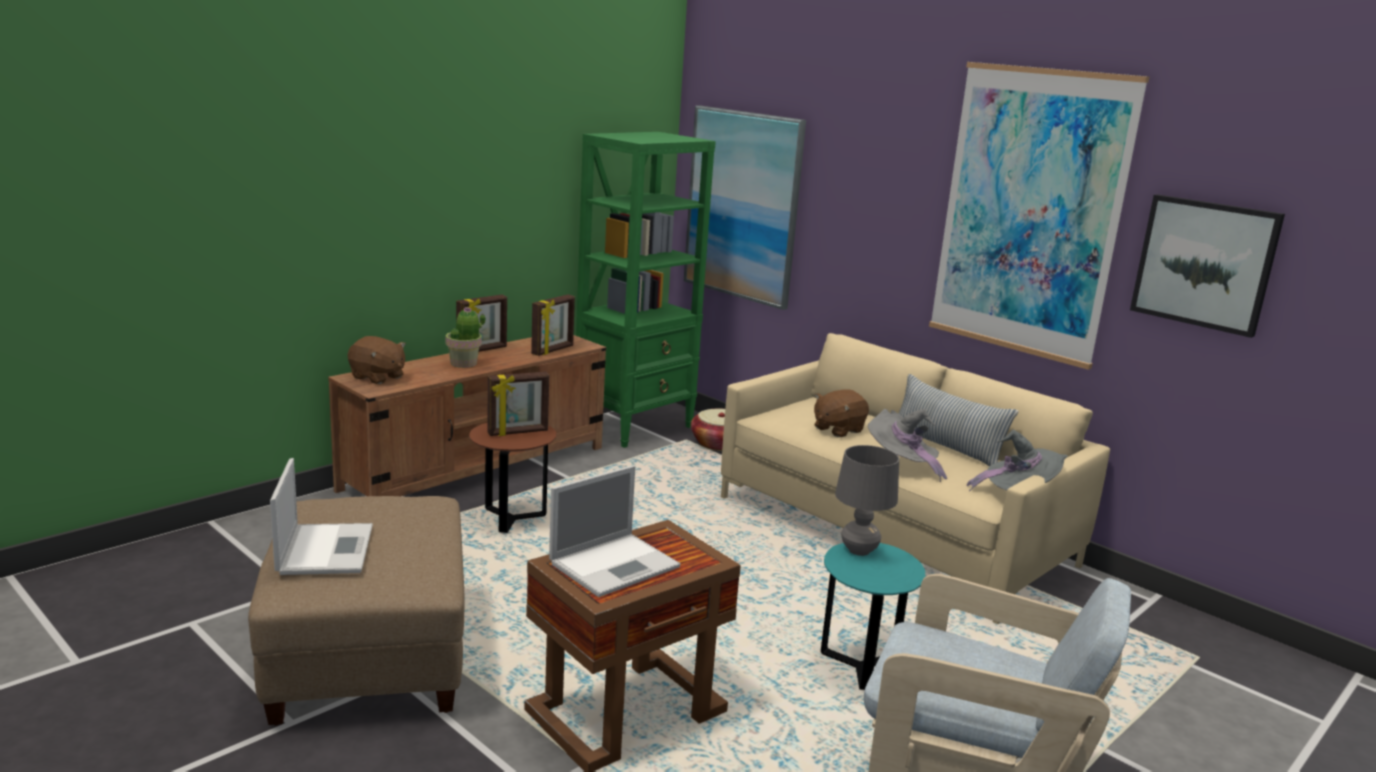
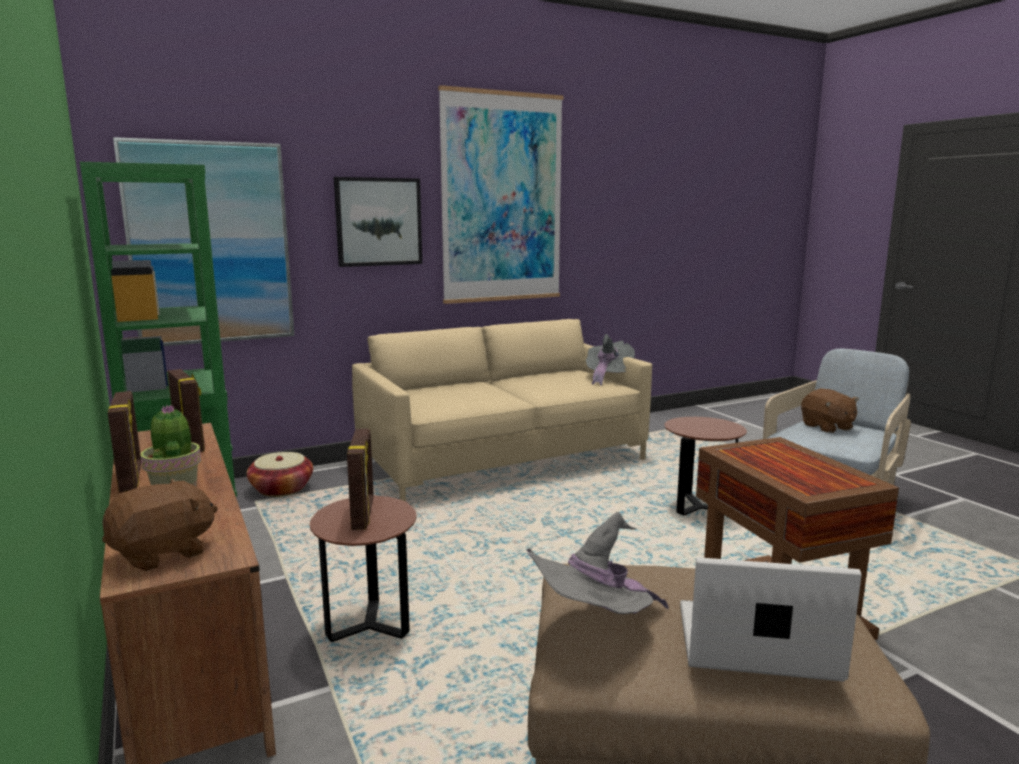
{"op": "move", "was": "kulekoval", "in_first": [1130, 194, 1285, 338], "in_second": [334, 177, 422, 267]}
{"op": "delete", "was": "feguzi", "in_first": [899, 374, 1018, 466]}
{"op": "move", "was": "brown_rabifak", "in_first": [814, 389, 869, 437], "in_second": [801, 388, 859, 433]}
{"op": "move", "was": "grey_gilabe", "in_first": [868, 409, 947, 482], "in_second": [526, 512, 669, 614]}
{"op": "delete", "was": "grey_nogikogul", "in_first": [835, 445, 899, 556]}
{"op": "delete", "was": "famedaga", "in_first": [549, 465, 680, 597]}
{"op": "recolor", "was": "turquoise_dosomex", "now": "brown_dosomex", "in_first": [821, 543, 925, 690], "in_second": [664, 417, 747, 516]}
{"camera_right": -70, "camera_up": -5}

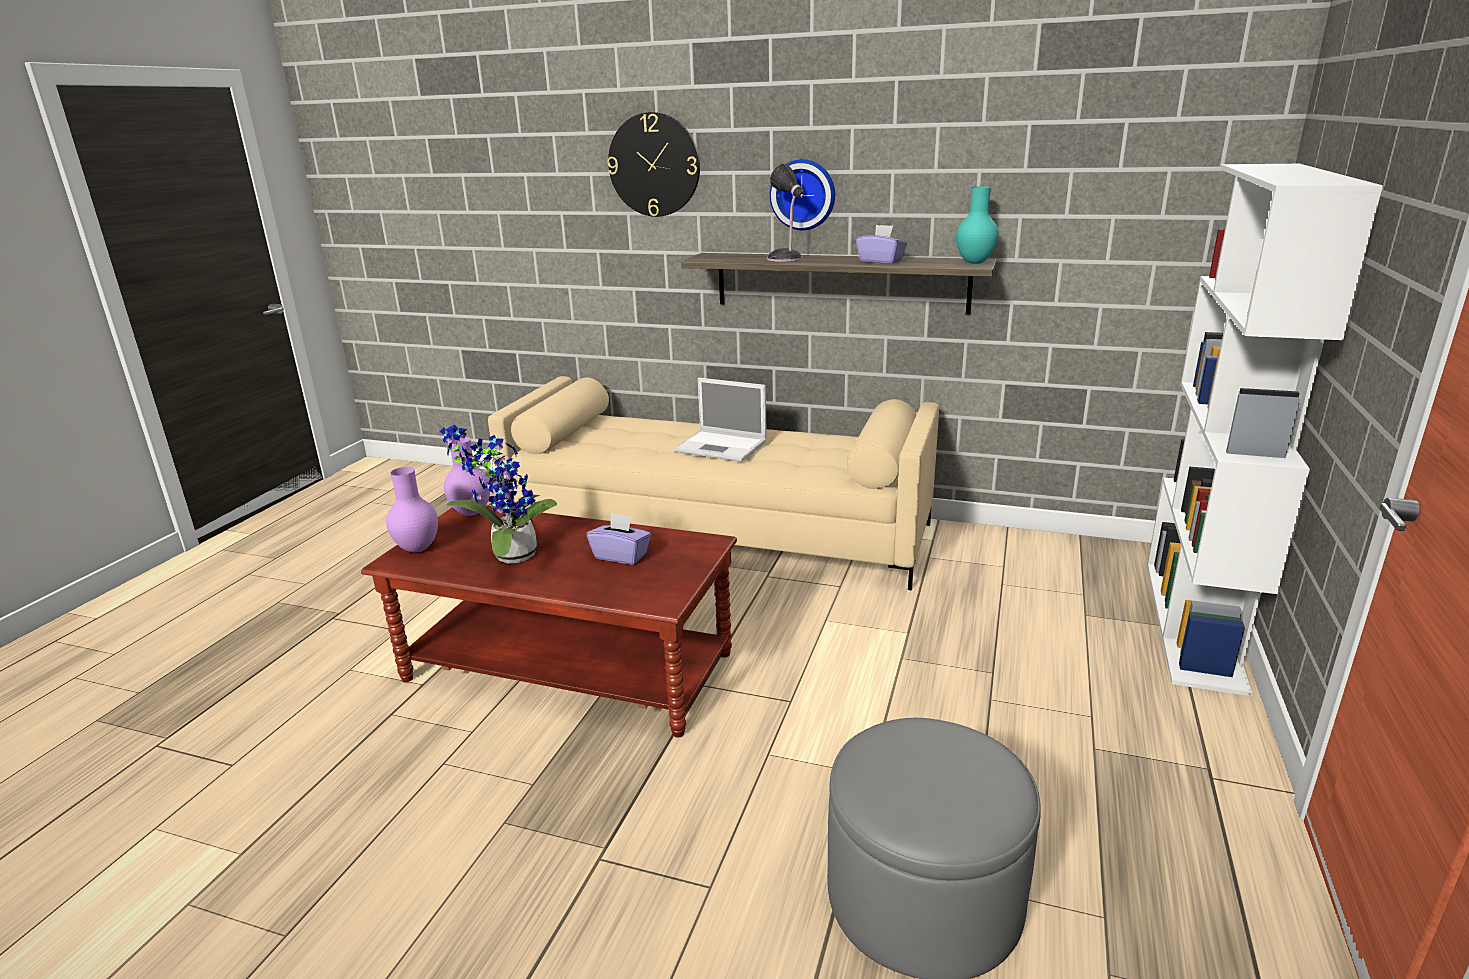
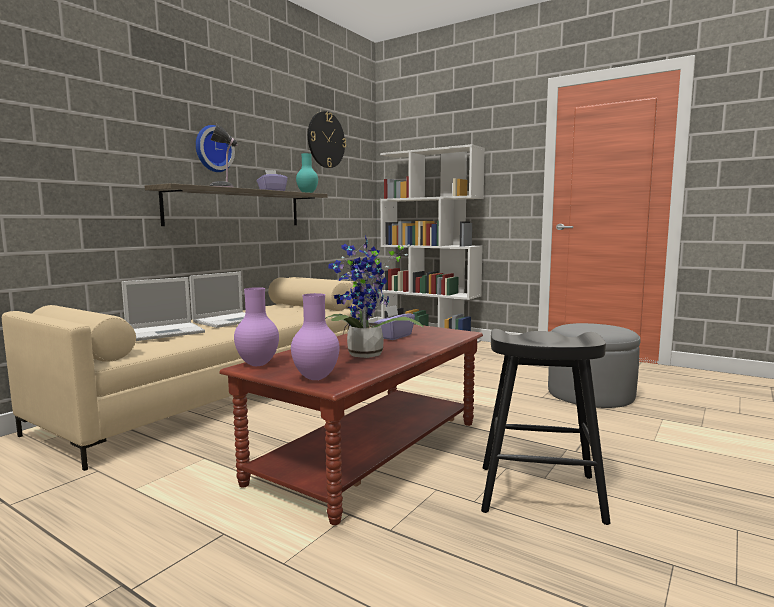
{"op": "move", "was": "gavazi", "in_first": [607, 112, 700, 217], "in_second": [308, 111, 346, 168]}
{"op": "insert", "now": "famedaga", "in_second": [121, 277, 205, 341]}
{"op": "insert", "now": "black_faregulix", "in_second": [481, 329, 611, 525]}
{"camera_right": -75, "camera_up": -15}

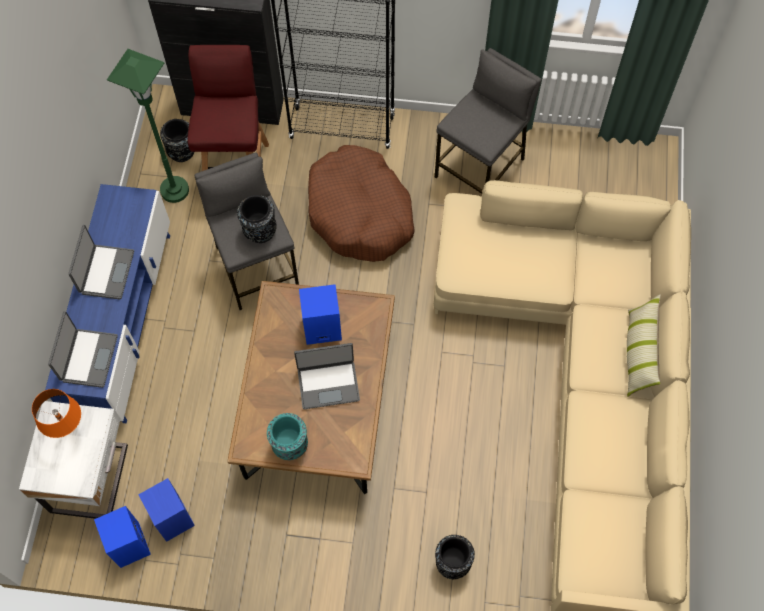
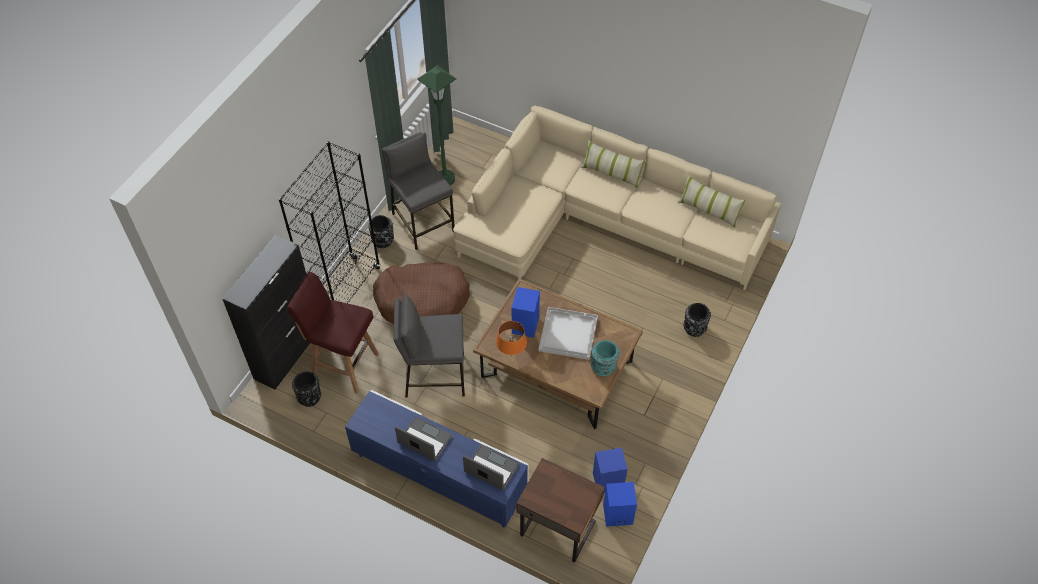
{"op": "move", "was": "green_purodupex", "in_first": [107, 49, 189, 203], "in_second": [417, 65, 456, 185]}
{"op": "move", "was": "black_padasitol", "in_first": [237, 195, 277, 243], "in_second": [369, 215, 394, 248]}
{"op": "replace", "was": "famedaga", "now": "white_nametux", "in_first": [294, 343, 360, 409], "in_second": [539, 307, 598, 360]}
{"op": "move", "was": "orange_nogikogul", "in_first": [32, 389, 81, 438], "in_second": [496, 321, 527, 357]}
{"op": "recolor", "was": "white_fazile", "now": "brown_fazile", "in_first": [19, 401, 128, 519], "in_second": [516, 458, 605, 562]}
{"op": "insert", "now": "feguzi", "in_second": [678, 175, 746, 228]}
{"camera_right": -70, "camera_up": -10}

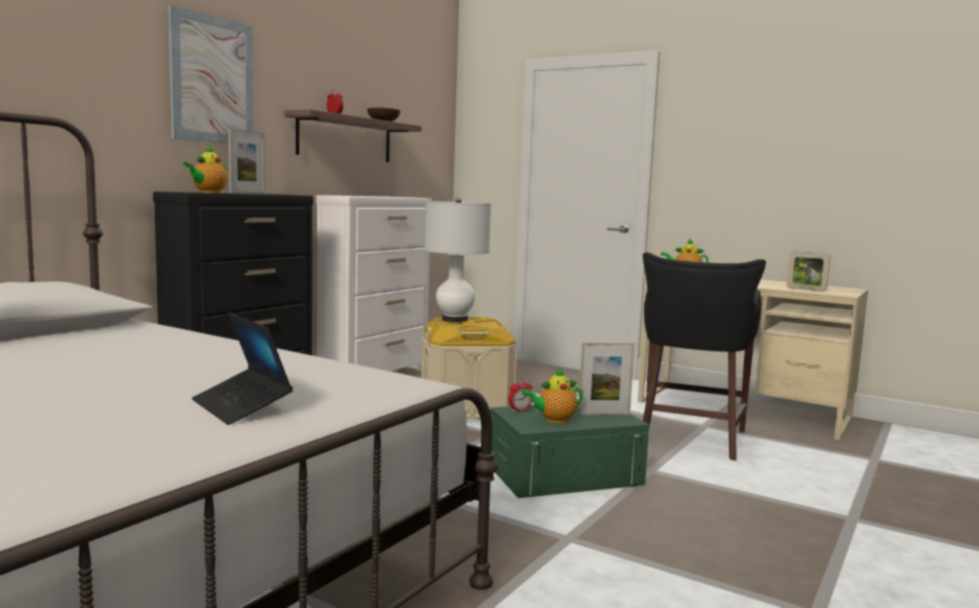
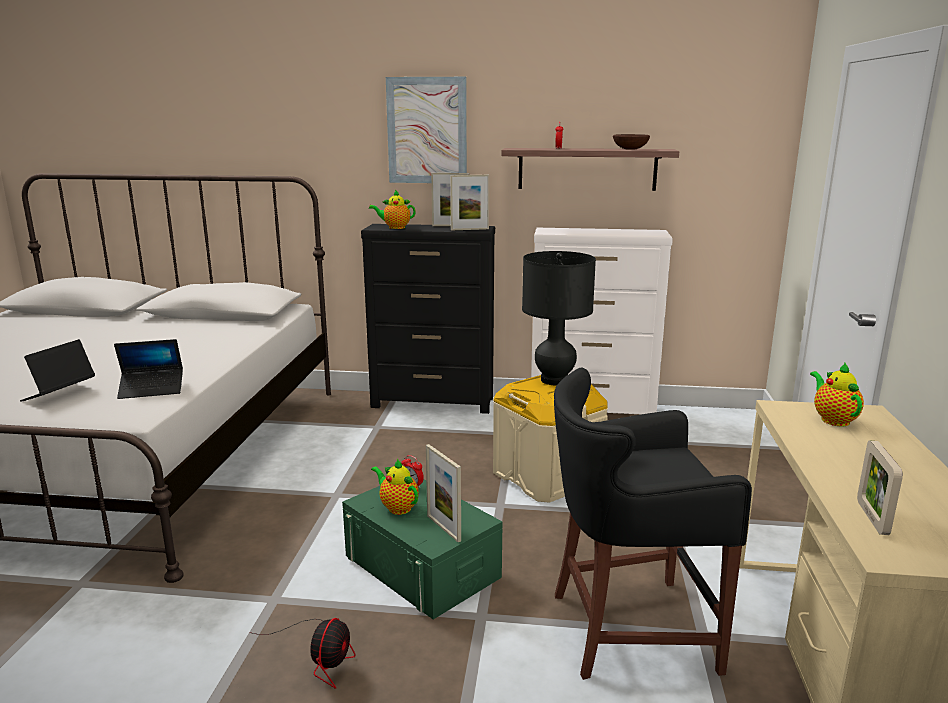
{"op": "recolor", "was": "white_nogikogul", "now": "black_nogikogul", "in_first": [424, 197, 491, 322], "in_second": [522, 251, 596, 385]}
{"op": "insert", "now": "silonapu", "in_second": [450, 175, 489, 230]}
{"op": "insert", "now": "famedaga", "in_second": [114, 339, 183, 399]}
{"op": "insert", "now": "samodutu", "in_second": [249, 618, 355, 689]}
{"camera_right": 65, "camera_up": 10}

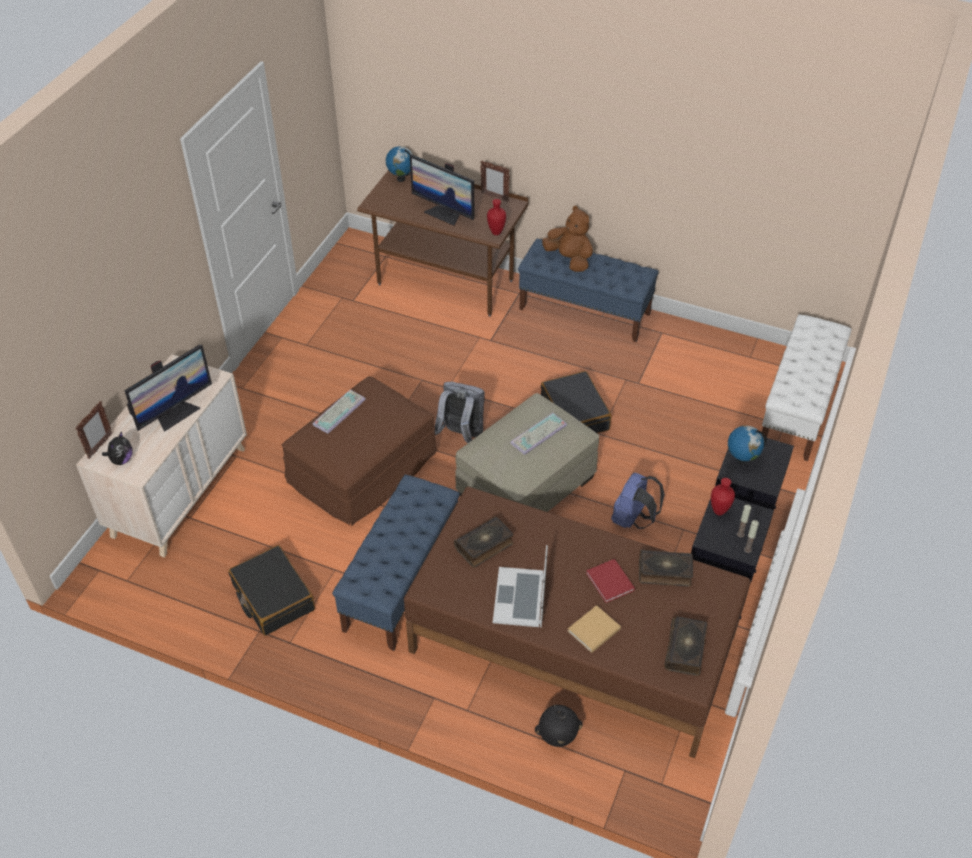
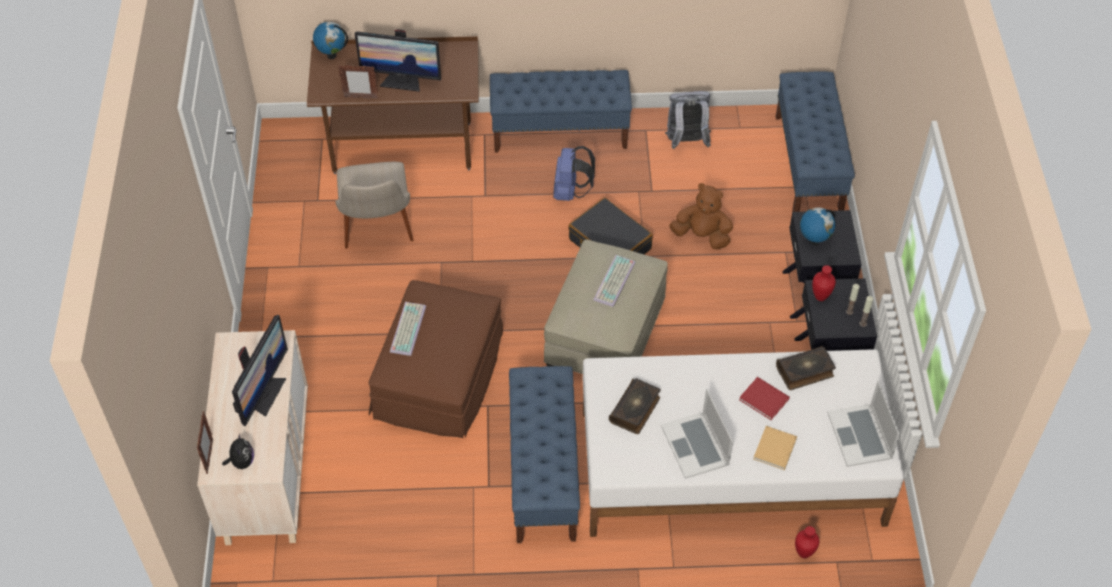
{"op": "move", "was": "silonapu", "in_first": [480, 161, 510, 202], "in_second": [338, 65, 379, 99]}
{"op": "move", "was": "red_padasitol", "in_first": [487, 199, 506, 235], "in_second": [795, 526, 819, 558]}
{"op": "move", "was": "brown_rabifak", "in_first": [542, 206, 593, 272], "in_second": [669, 183, 733, 249]}
{"op": "recolor", "was": "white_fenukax", "now": "blue_fenukax", "in_first": [762, 315, 851, 461], "in_second": [776, 72, 855, 212]}
{"op": "move", "was": "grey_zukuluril", "in_first": [435, 382, 485, 443], "in_second": [665, 91, 711, 149]}
{"op": "move", "was": "blue_zukuluril", "in_first": [611, 473, 665, 529], "in_second": [553, 146, 595, 201]}
{"op": "recolor", "was": "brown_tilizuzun", "now": "white_tilizuzun", "in_first": [404, 487, 751, 758], "in_second": [583, 349, 904, 537]}
{"op": "delete", "was": "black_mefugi", "in_first": [228, 545, 315, 636]}
{"op": "replace", "was": "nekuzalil", "now": "famedaga", "in_first": [664, 616, 707, 676], "in_second": [827, 380, 900, 467]}
{"op": "delete", "was": "black_padasitol", "in_first": [535, 705, 583, 747]}
{"op": "insert", "now": "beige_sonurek", "in_second": [335, 162, 413, 249]}
{"camera_right": -25, "camera_up": 5}

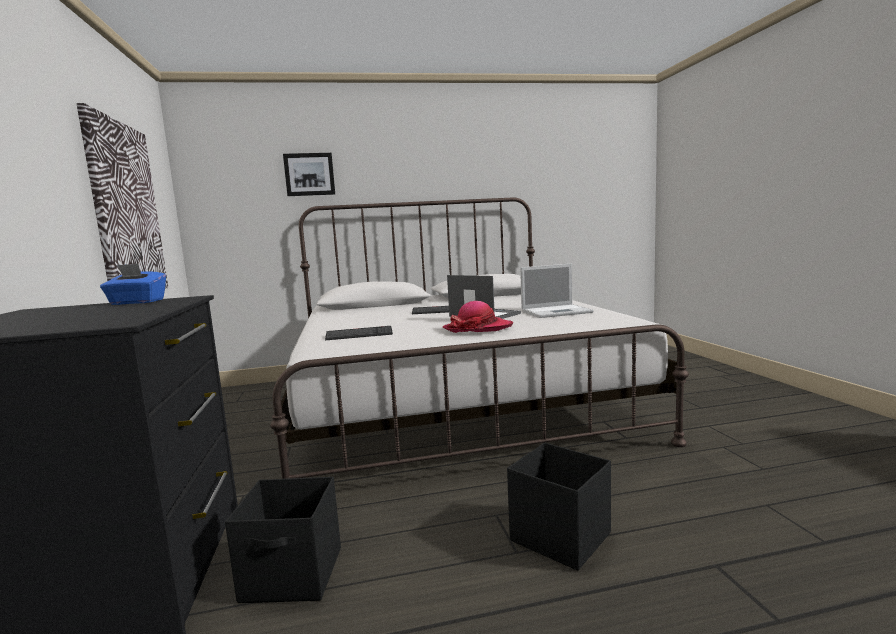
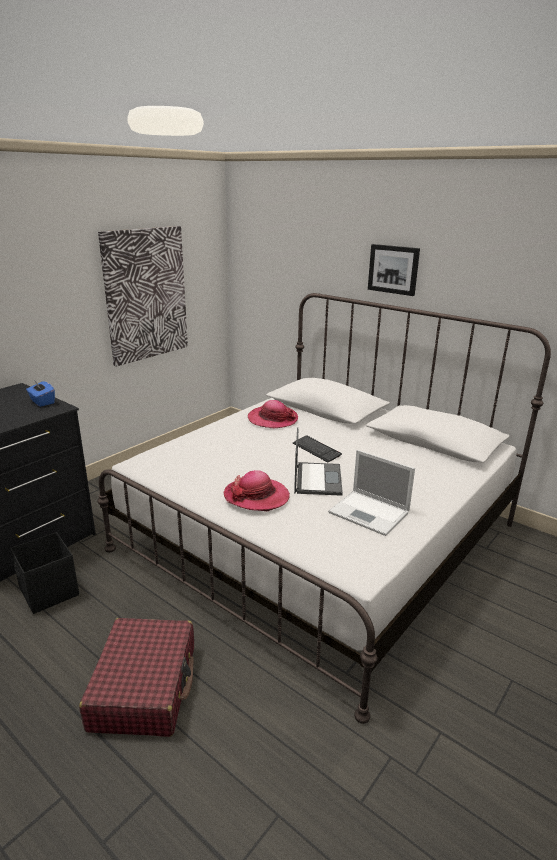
{"op": "move", "was": "kulekoval", "in_first": [283, 153, 335, 196], "in_second": [368, 244, 420, 296]}
{"op": "delete", "was": "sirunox", "in_first": [325, 326, 393, 340]}
{"op": "replace", "was": "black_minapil", "now": "red_mefugi", "in_first": [507, 443, 611, 571], "in_second": [79, 618, 194, 737]}
{"op": "insert", "now": "gilabe", "in_second": [248, 400, 298, 428]}
{"camera_right": 50, "camera_up": 15}

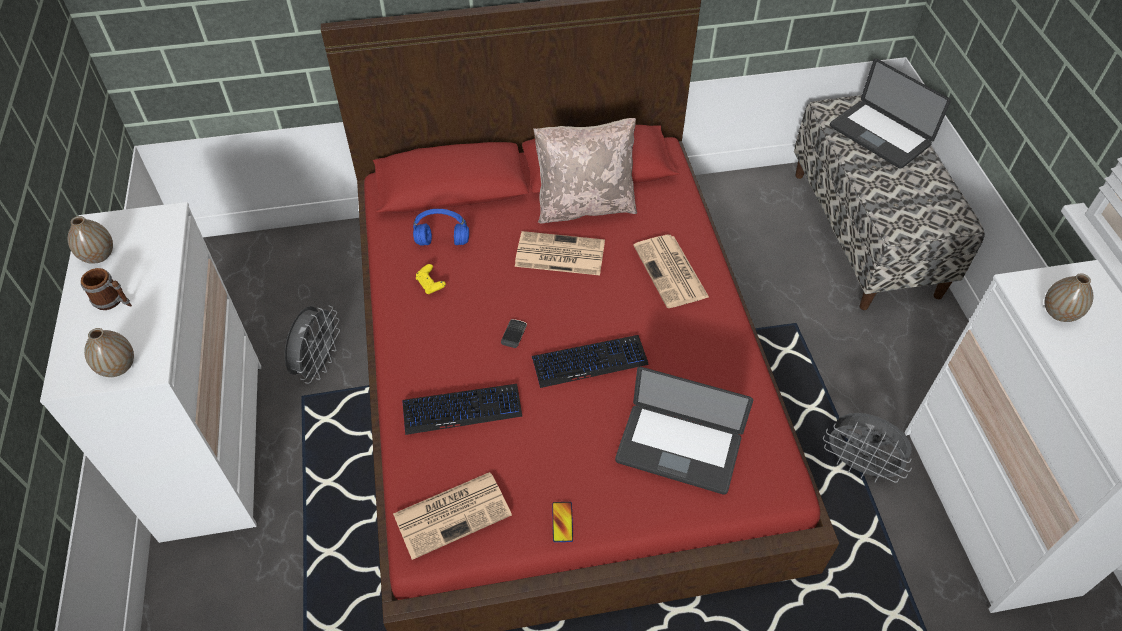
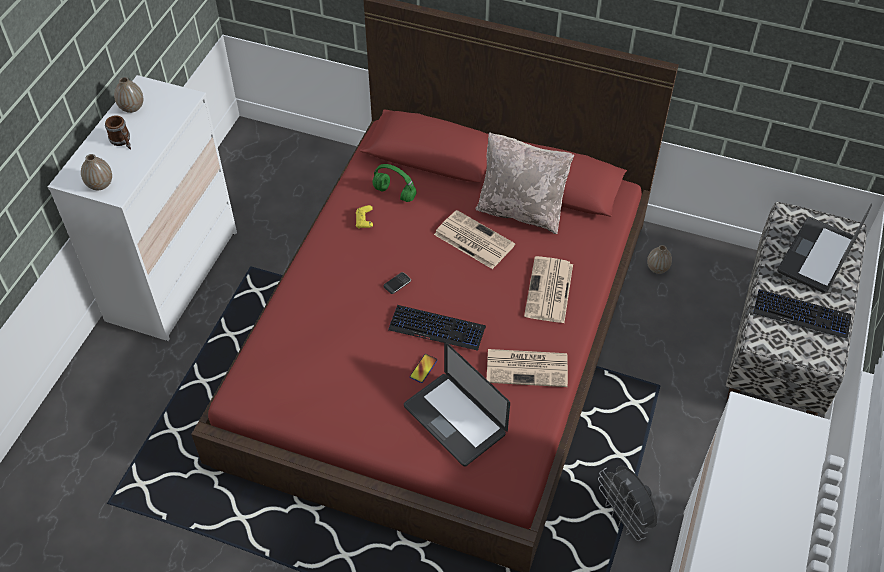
{"op": "rotate", "was": "famedaga", "in_first": [830, 58, 951, 169], "in_second": [777, 203, 872, 293], "clockwise": 45}
{"op": "recolor", "was": "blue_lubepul", "now": "green_lubepul", "in_first": [413, 209, 469, 245], "in_second": [372, 164, 417, 202]}
{"op": "move", "was": "padasitol", "in_first": [1045, 273, 1093, 322], "in_second": [647, 245, 672, 274]}
{"op": "delete", "was": "grey_samodutu", "in_first": [285, 306, 340, 384]}
{"op": "move", "was": "sirunox", "in_first": [402, 384, 522, 435], "in_second": [753, 289, 852, 339]}
{"op": "move", "was": "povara", "in_first": [393, 472, 512, 560], "in_second": [487, 349, 568, 387]}
{"op": "move", "was": "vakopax", "in_first": [552, 502, 573, 542], "in_second": [410, 354, 437, 383]}
{"camera_right": 30, "camera_up": 0}

